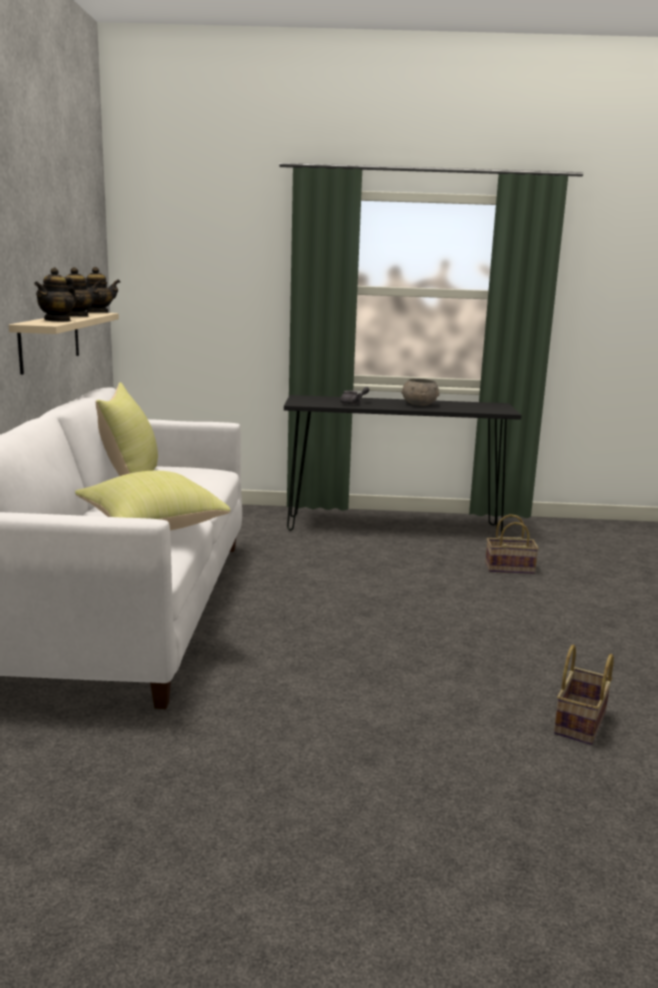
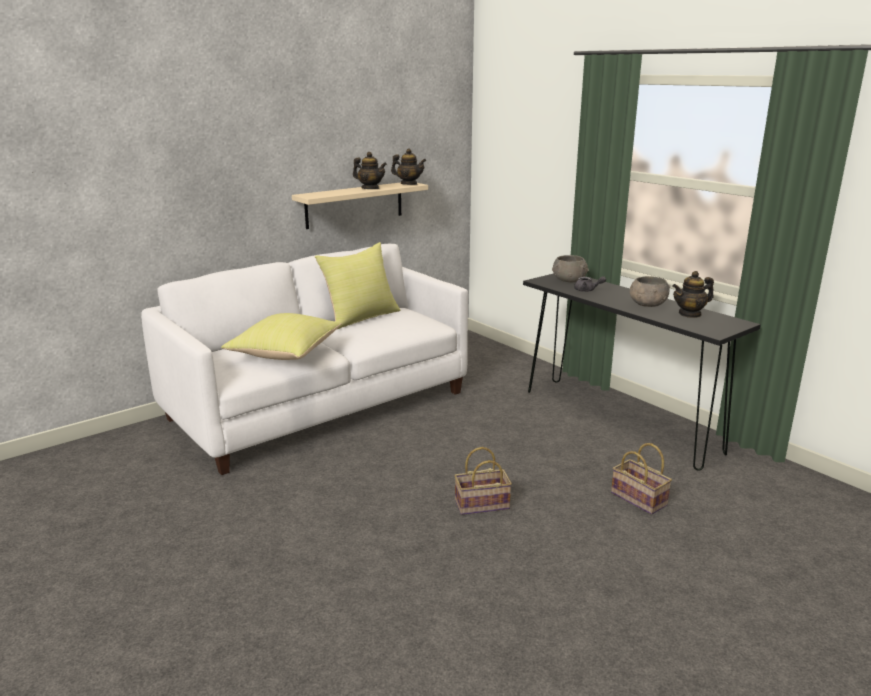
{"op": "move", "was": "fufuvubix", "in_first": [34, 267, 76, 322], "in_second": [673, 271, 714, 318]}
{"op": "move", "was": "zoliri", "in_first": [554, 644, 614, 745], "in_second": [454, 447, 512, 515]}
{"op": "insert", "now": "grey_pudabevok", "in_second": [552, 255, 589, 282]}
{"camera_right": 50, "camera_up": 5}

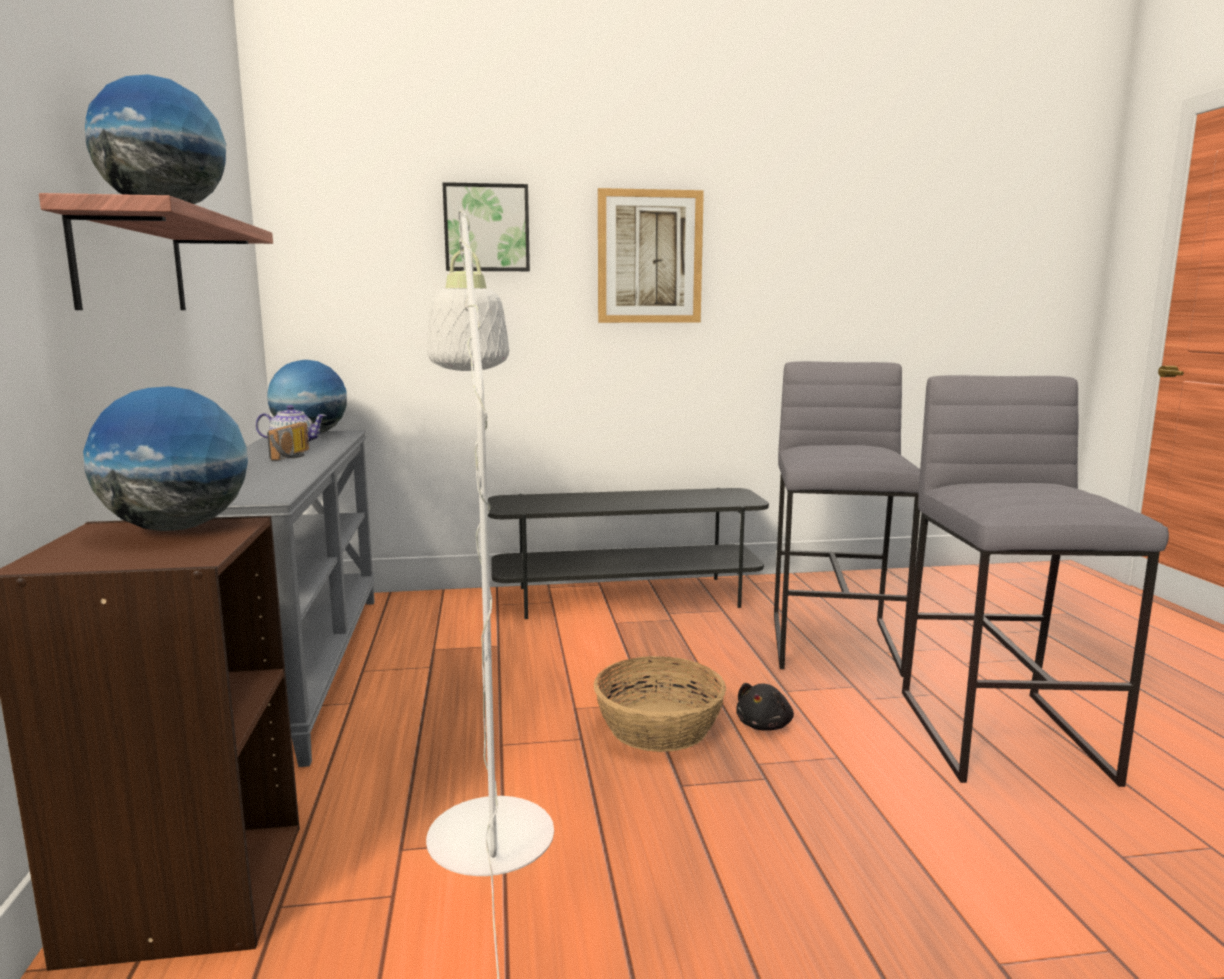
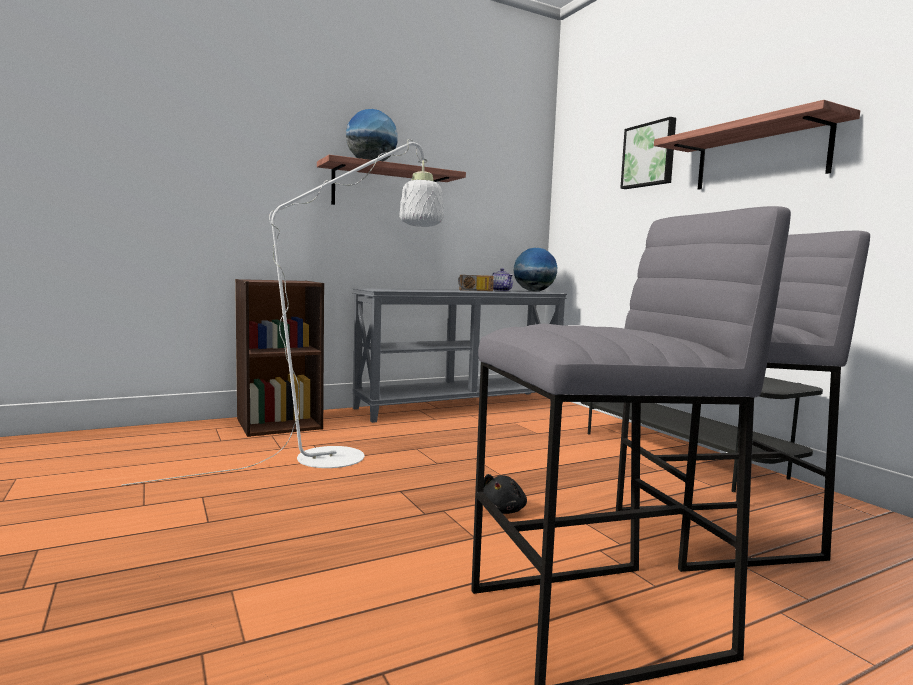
{"op": "replace", "was": "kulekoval", "now": "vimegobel", "in_first": [598, 188, 704, 323], "in_second": [654, 100, 860, 190]}
{"op": "delete", "was": "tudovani", "in_first": [83, 386, 248, 531]}
{"op": "delete", "was": "zoliri", "in_first": [594, 656, 726, 752]}
{"op": "rotate", "was": "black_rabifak", "in_first": [736, 683, 794, 731], "in_second": [484, 474, 527, 514], "clockwise": -75}
{"camera_right": 70, "camera_up": -5}

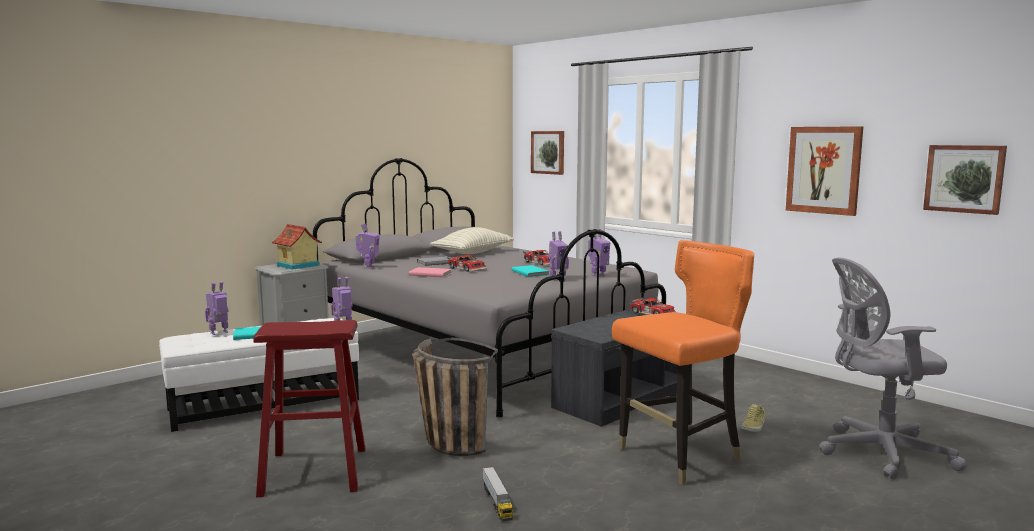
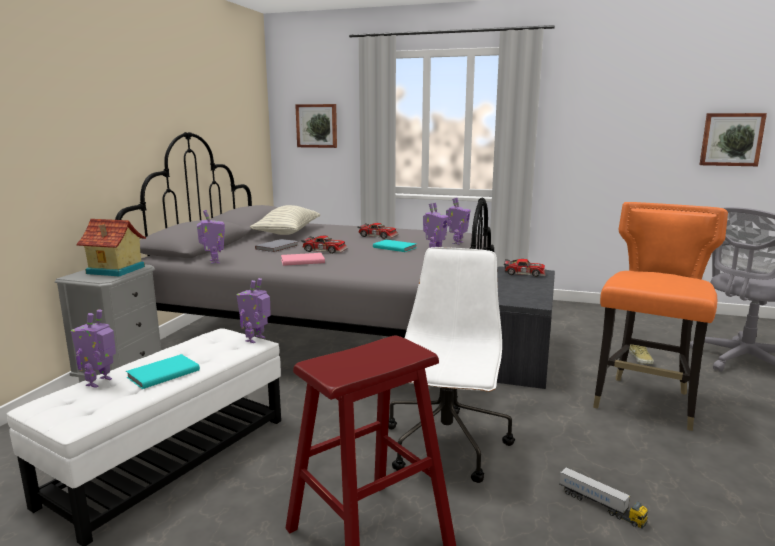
{"op": "delete", "was": "kulekoval", "in_first": [786, 126, 863, 216]}
{"op": "replace", "was": "zoliri", "now": "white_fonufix", "in_first": [412, 337, 498, 456], "in_second": [388, 247, 515, 483]}
{"camera_right": -30, "camera_up": 5}

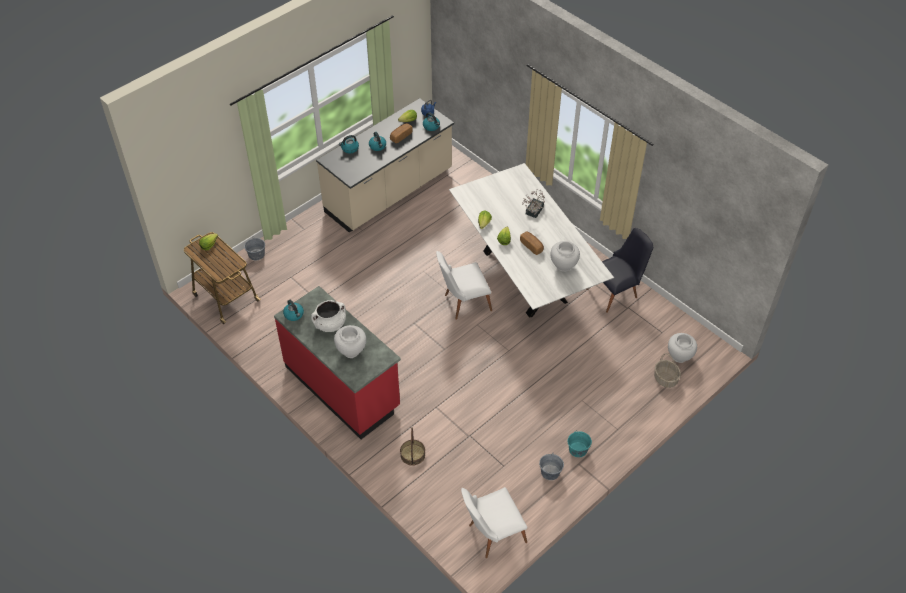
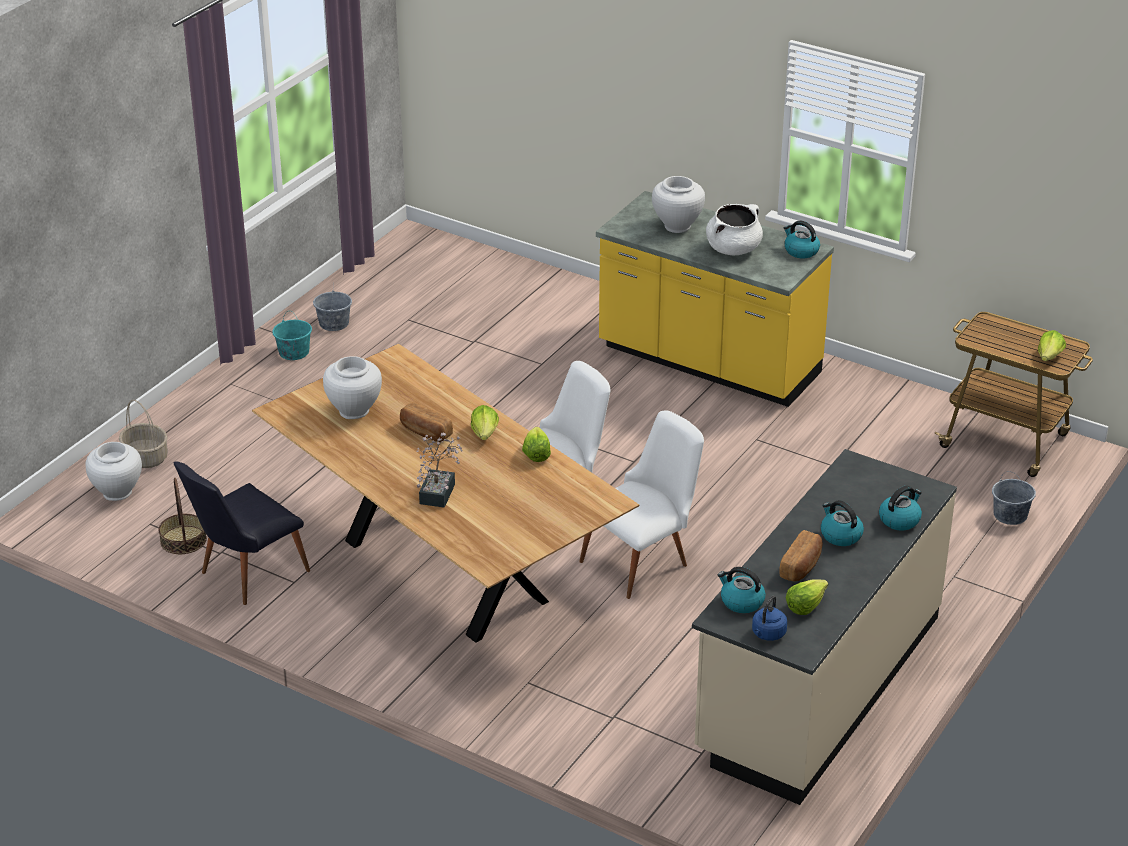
{"op": "recolor", "was": "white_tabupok", "now": "brown_tabupok", "in_first": [449, 163, 614, 318], "in_second": [252, 344, 639, 642]}
{"op": "recolor", "was": "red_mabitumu", "now": "yellow_mabitumu", "in_first": [274, 286, 401, 439], "in_second": [596, 191, 834, 407]}
{"op": "move", "was": "zoliri", "in_first": [400, 428, 425, 466], "in_second": [159, 478, 207, 554]}
{"op": "move", "was": "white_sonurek", "in_first": [461, 487, 527, 558], "in_second": [579, 410, 704, 599]}
{"camera_right": 165, "camera_up": -15}

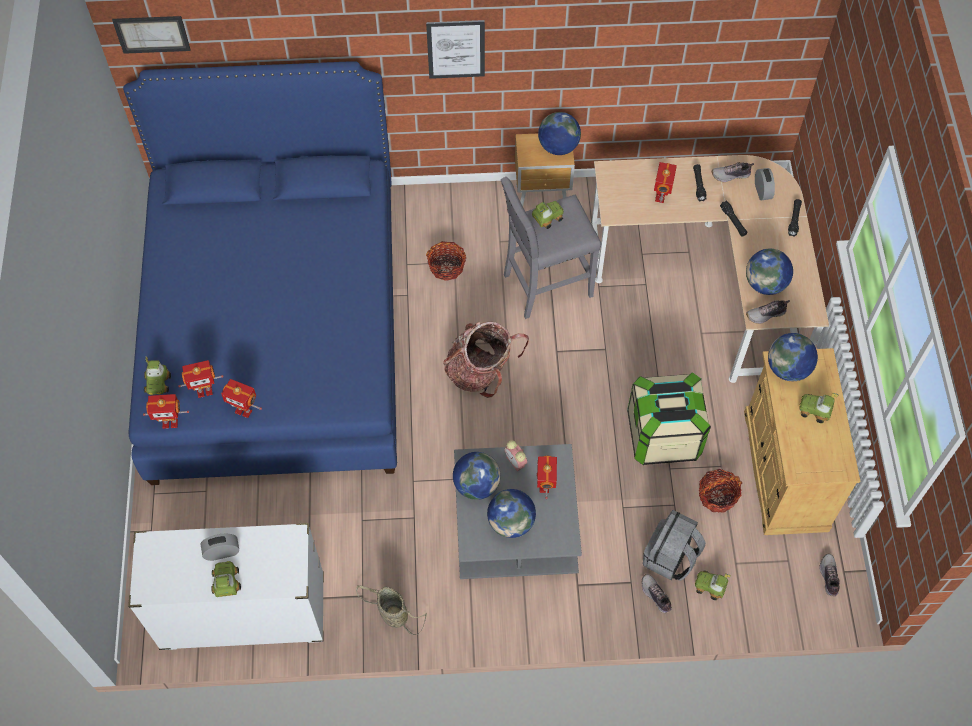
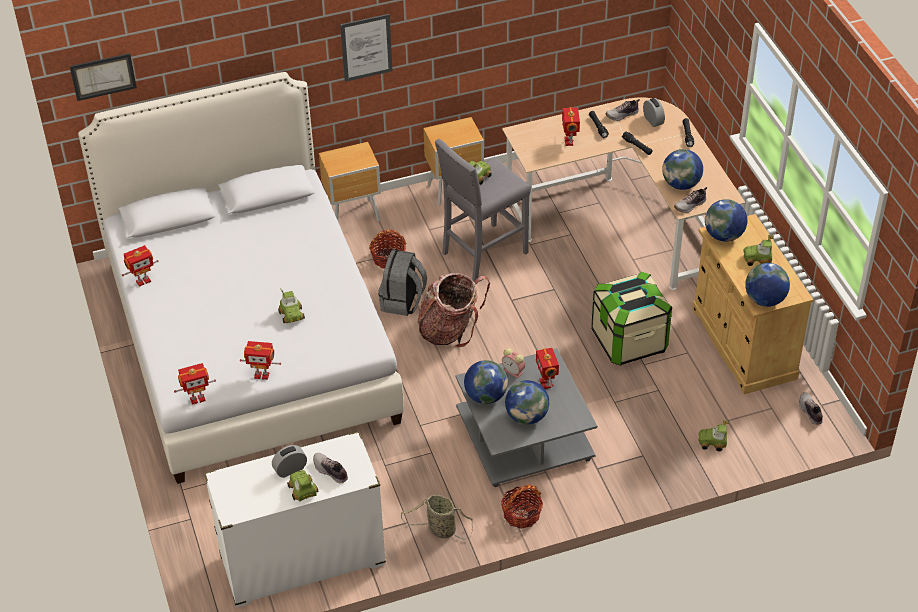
{"op": "recolor", "was": "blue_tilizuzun", "now": "white_tilizuzun", "in_first": [123, 61, 397, 485], "in_second": [78, 72, 404, 484]}
{"op": "move", "was": "tudovani", "in_first": [538, 112, 581, 155], "in_second": [745, 263, 790, 307]}
{"op": "move", "was": "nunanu", "in_first": [144, 356, 171, 395], "in_second": [278, 289, 305, 324]}
{"op": "move", "was": "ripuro", "in_first": [178, 360, 224, 398], "in_second": [122, 245, 159, 287]}
{"op": "move", "was": "zoliri", "in_first": [699, 469, 742, 513], "in_second": [501, 484, 543, 529]}
{"op": "move", "was": "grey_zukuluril", "in_first": [643, 510, 705, 581], "in_second": [378, 250, 427, 316]}
{"op": "move", "was": "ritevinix", "in_first": [642, 574, 672, 613], "in_second": [313, 453, 348, 483]}
{"op": "insert", "now": "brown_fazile", "in_second": [319, 142, 381, 221]}
{"camera_right": -15, "camera_up": -15}

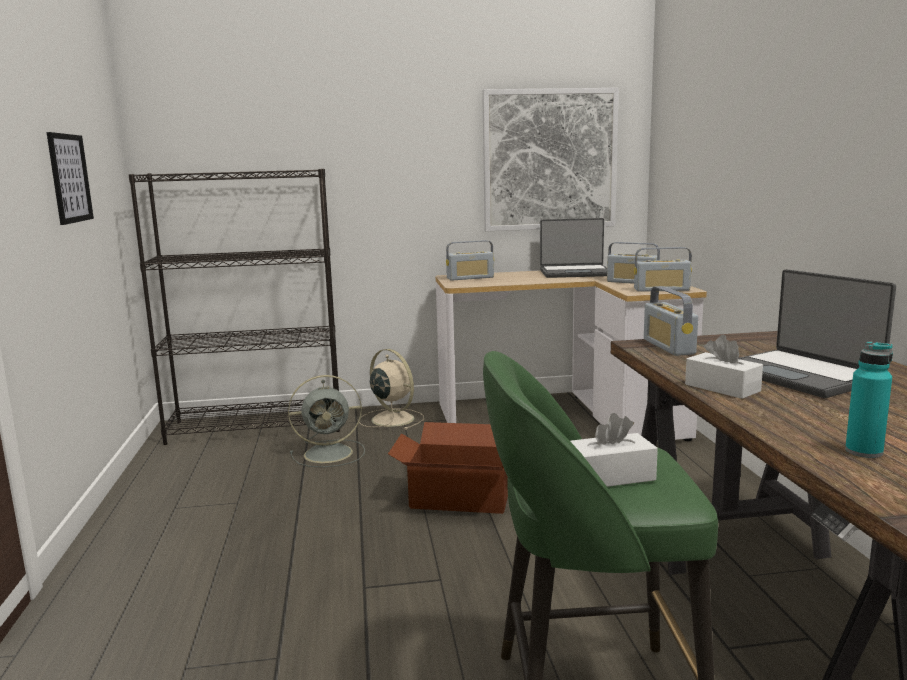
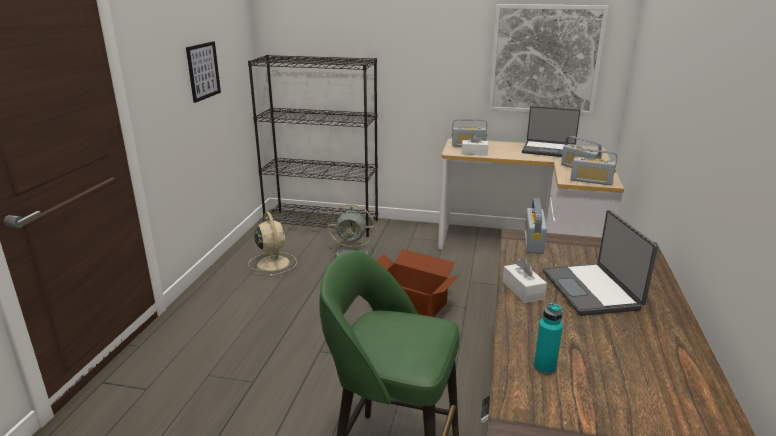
{"op": "move", "was": "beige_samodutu", "in_first": [359, 349, 424, 430], "in_second": [248, 212, 297, 276]}
{"op": "move", "was": "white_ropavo", "in_first": [570, 413, 658, 487], "in_second": [462, 132, 488, 155]}
{"camera_right": 20, "camera_up": 10}

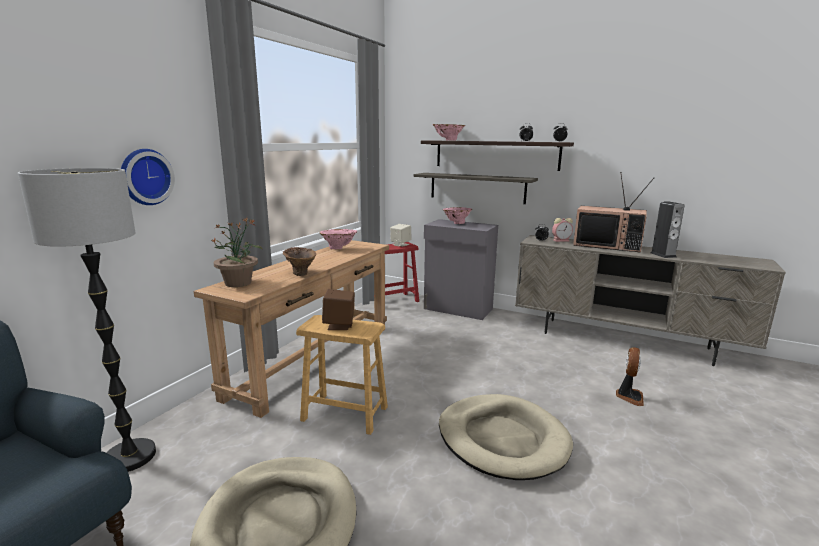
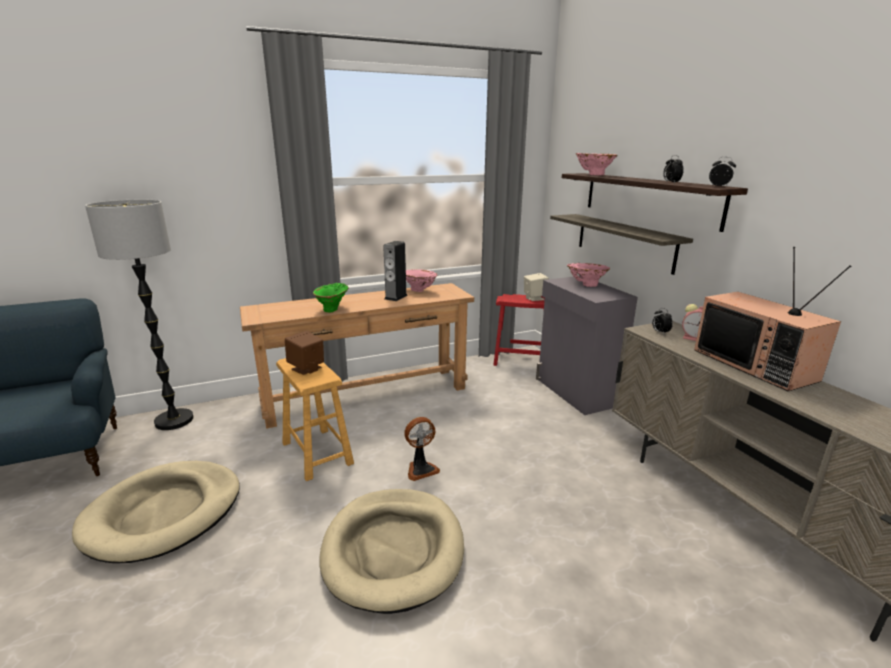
{"op": "delete", "was": "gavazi", "in_first": [121, 149, 175, 205]}
{"op": "move", "was": "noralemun", "in_first": [650, 202, 685, 258], "in_second": [383, 241, 408, 301]}
{"op": "delete", "was": "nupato", "in_first": [211, 218, 263, 287]}
{"op": "recolor", "was": "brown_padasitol", "now": "green_padasitol", "in_first": [283, 247, 316, 276], "in_second": [313, 283, 349, 312]}
{"op": "move", "was": "samodutu", "in_first": [616, 347, 644, 406], "in_second": [404, 417, 440, 481]}
{"camera_right": 40, "camera_up": 5}

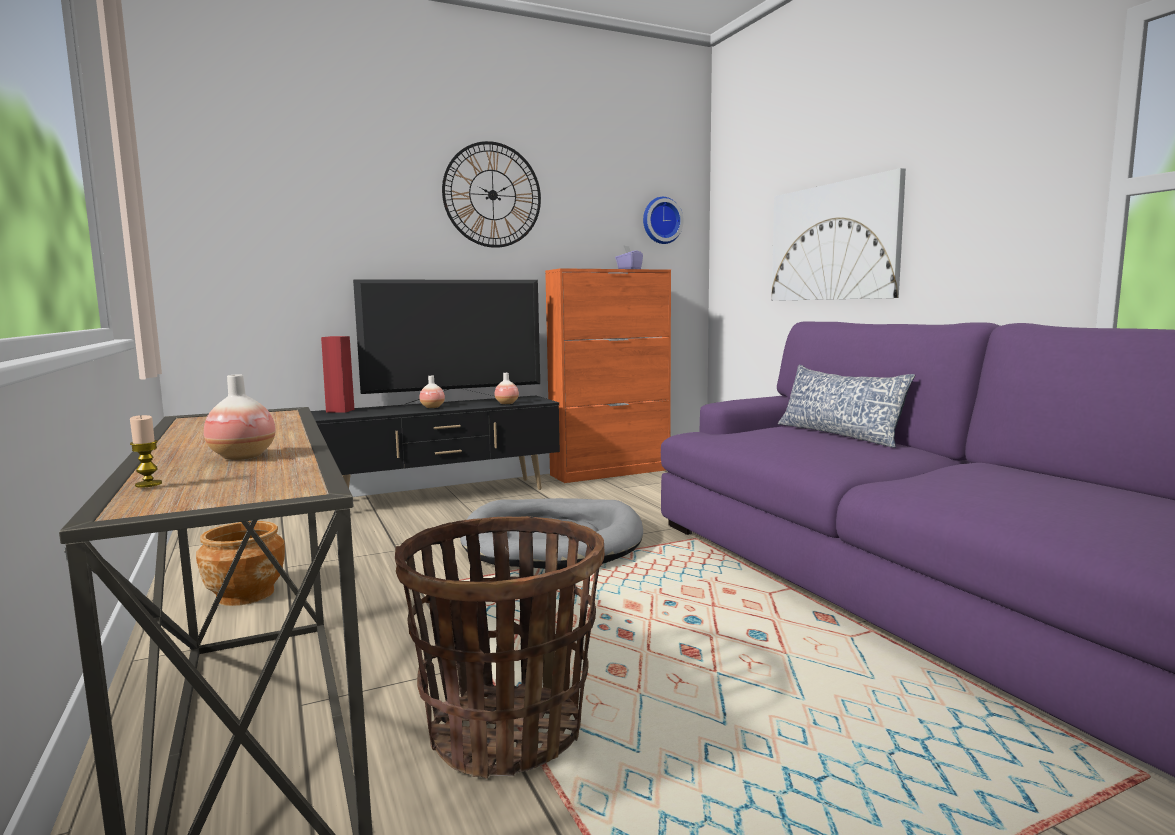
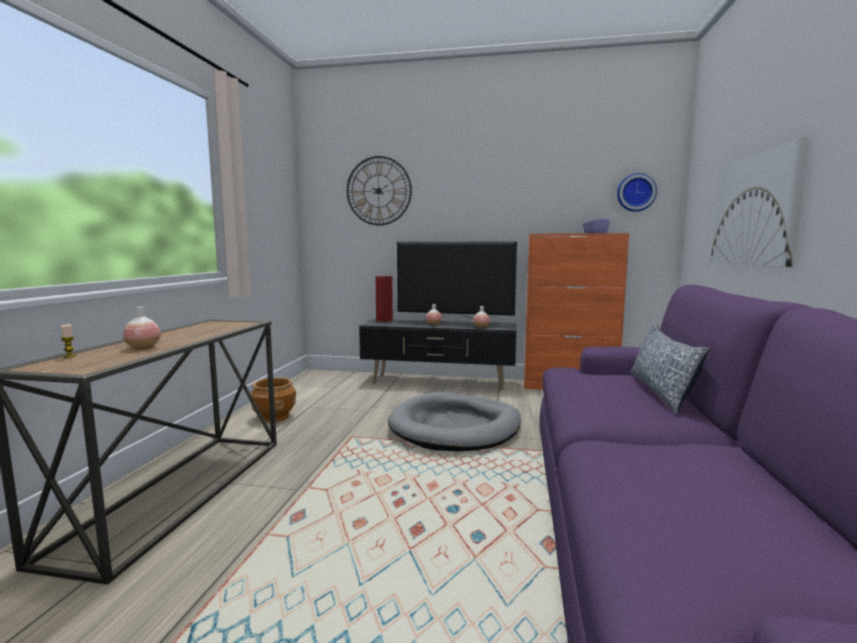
{"op": "move", "was": "gavazi", "in_first": [442, 141, 541, 248], "in_second": [347, 156, 412, 226]}
{"op": "delete", "was": "zoliri", "in_first": [395, 516, 605, 779]}
{"camera_right": 35, "camera_up": 0}

